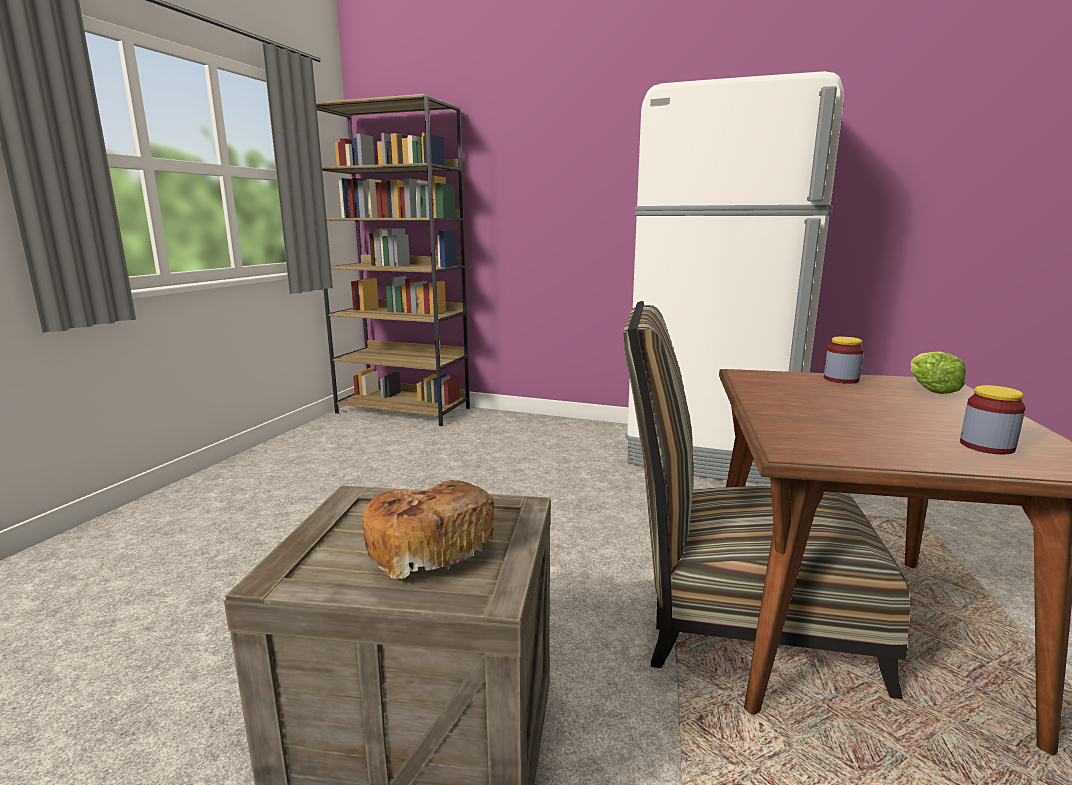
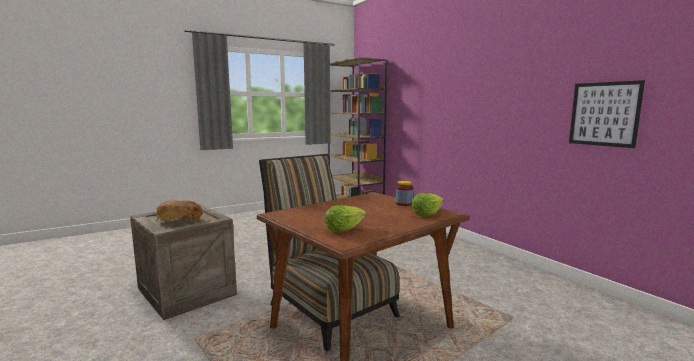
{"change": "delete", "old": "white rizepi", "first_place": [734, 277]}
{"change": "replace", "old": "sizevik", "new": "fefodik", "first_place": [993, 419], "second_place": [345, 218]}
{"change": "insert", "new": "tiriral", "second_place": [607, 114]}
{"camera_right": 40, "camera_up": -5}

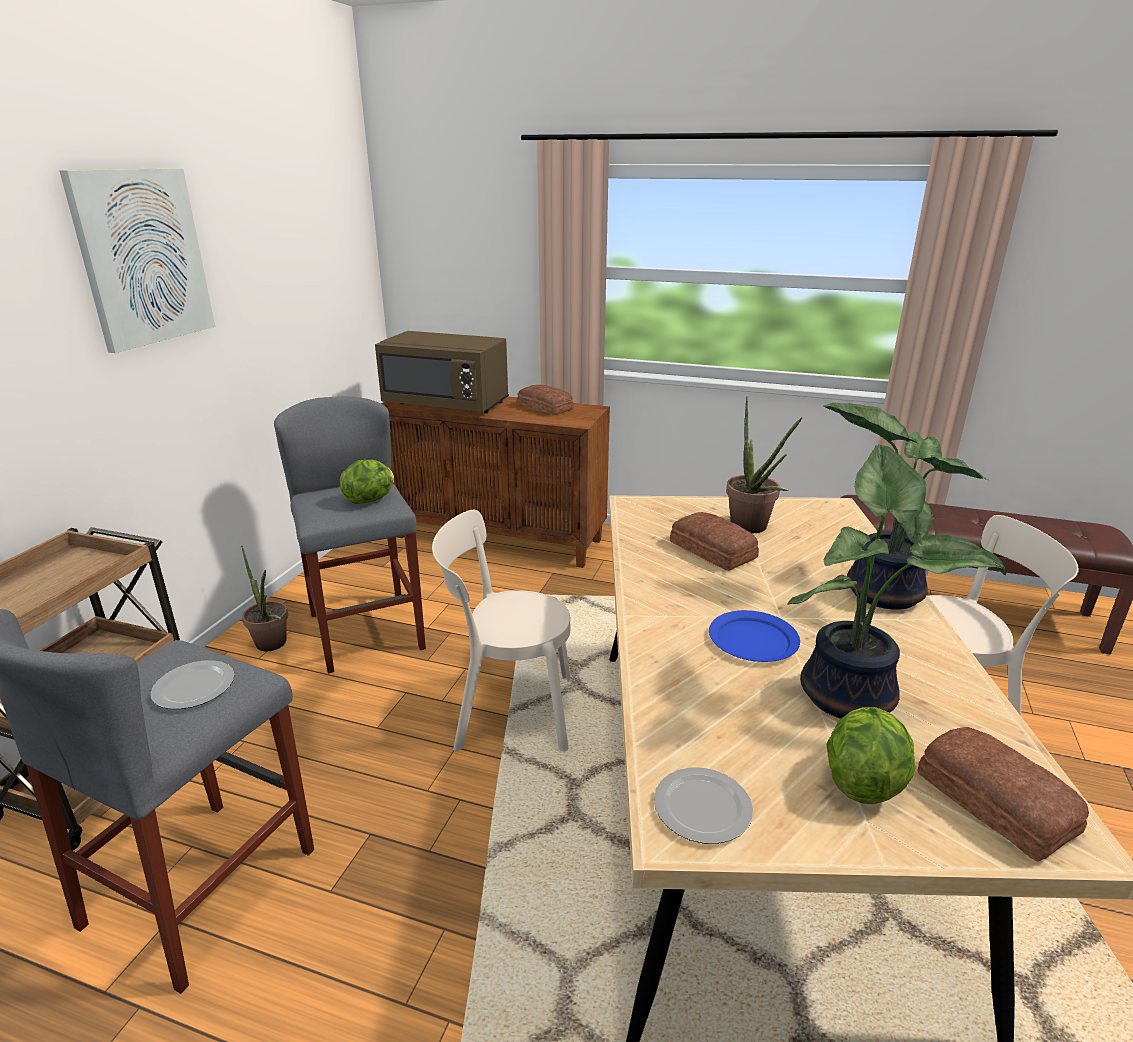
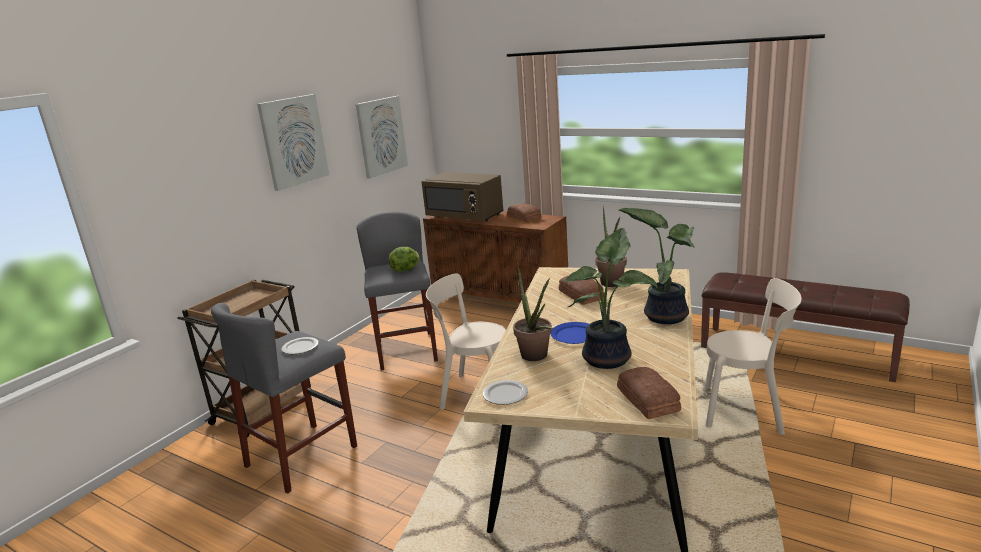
{"change": "move", "old": "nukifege", "first_place": [264, 598], "second_place": [533, 311]}
{"change": "delete", "old": "fefodik", "first_place": [870, 755]}
{"change": "insert", "new": "tiriral", "second_place": [382, 137]}
{"camera_right": 15, "camera_up": -5}

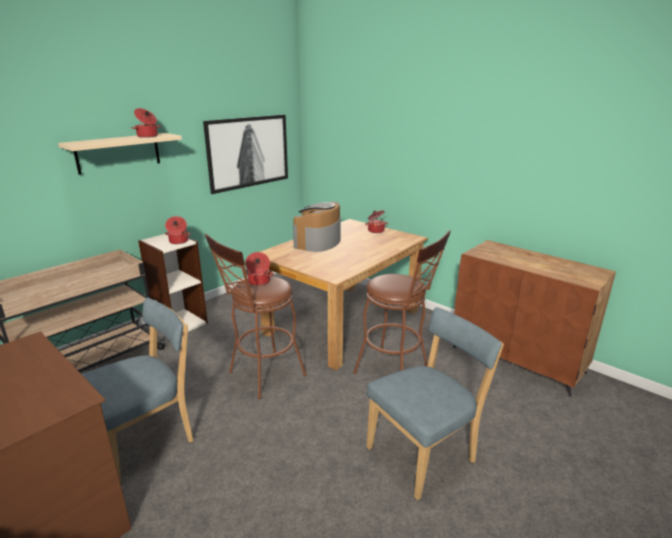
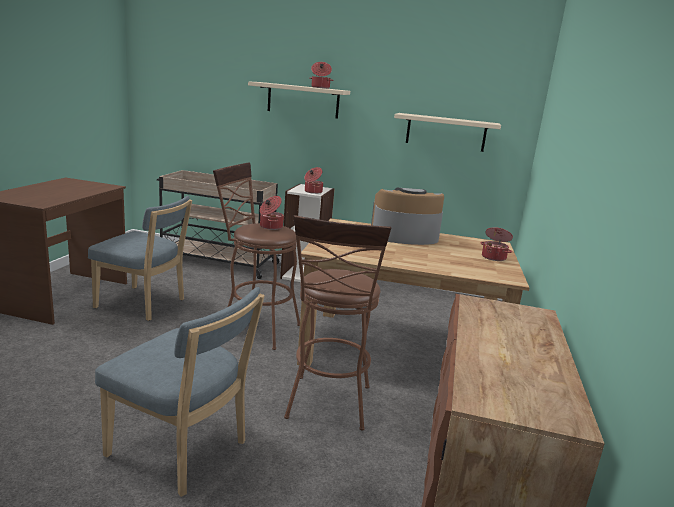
{"change": "replace", "old": "tiriral", "new": "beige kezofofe", "first_place": [245, 154], "second_place": [447, 132]}
{"camera_right": 60, "camera_up": -5}

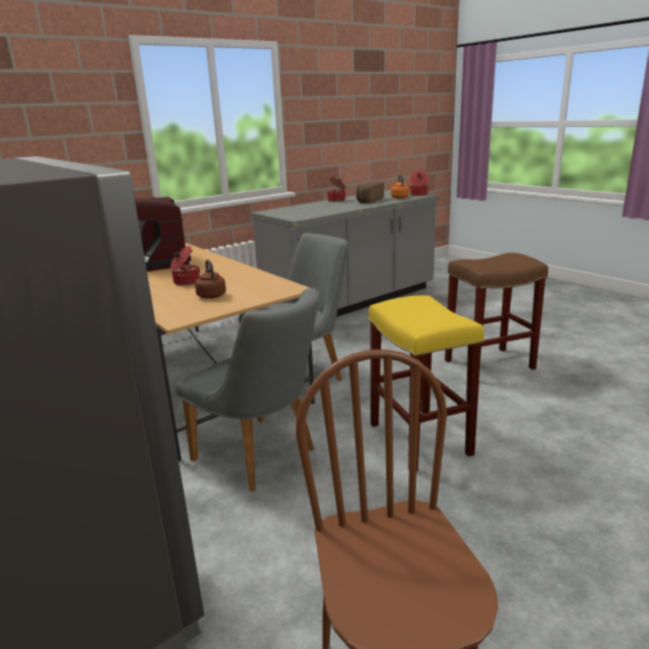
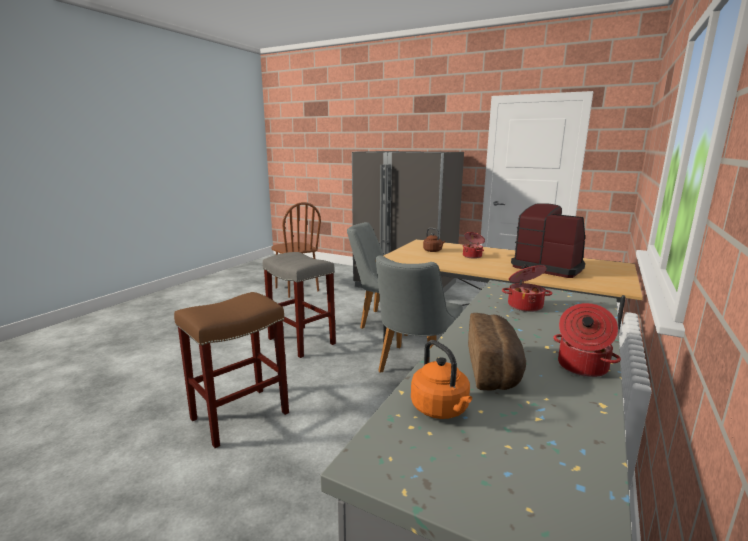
{"change": "move", "old": "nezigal", "first_place": [419, 183], "second_place": [527, 288]}
{"change": "recolor", "old": "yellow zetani", "new": "grey zetani", "first_place": [426, 383], "second_place": [299, 305]}
{"camera_right": 155, "camera_up": -5}

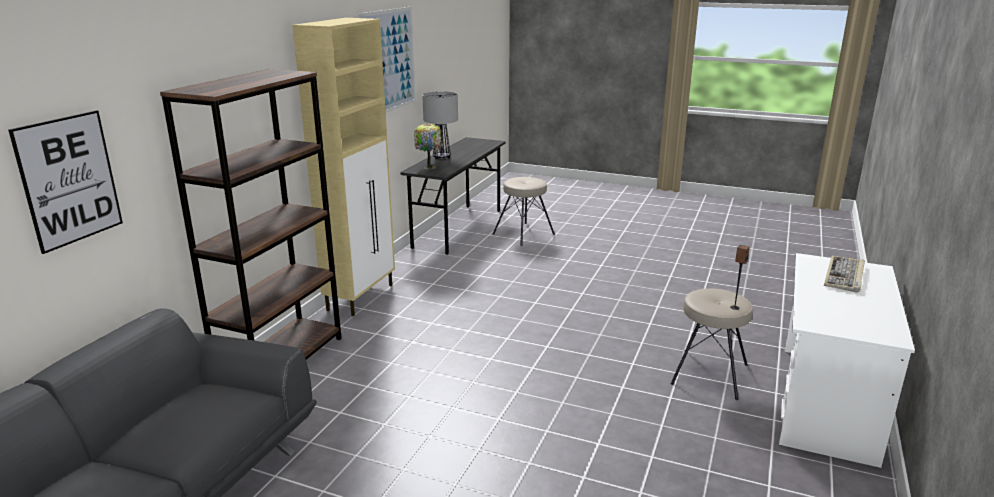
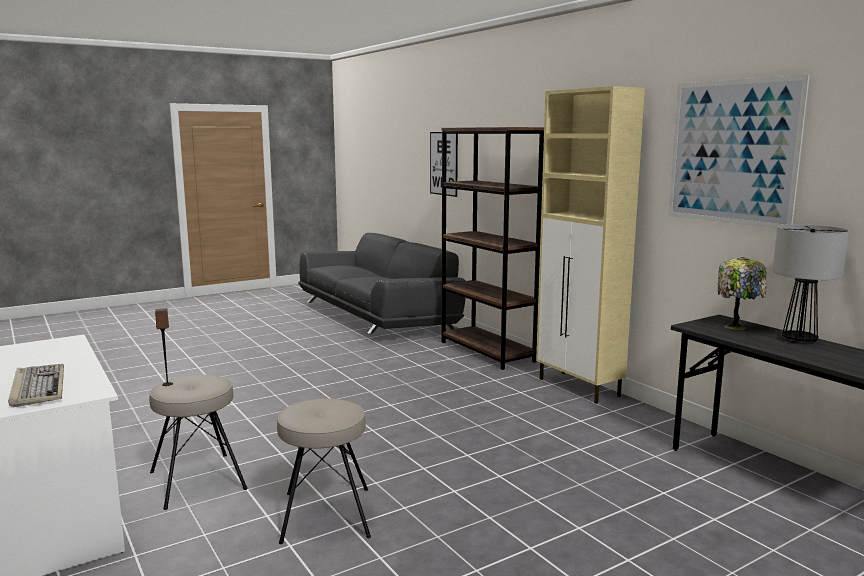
{"change": "move", "old": "beige zetani", "first_place": [524, 211], "second_place": [324, 471]}
{"camera_right": 125, "camera_up": -10}

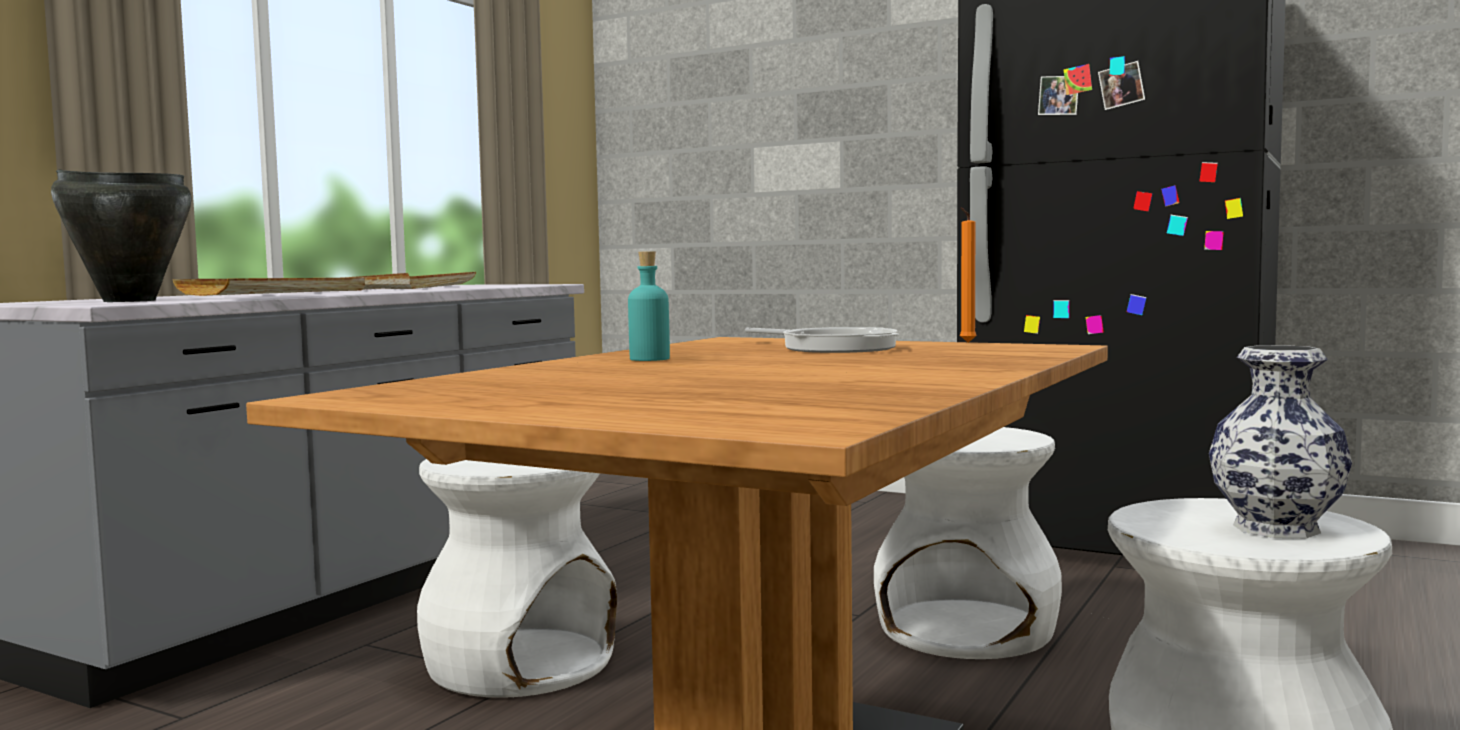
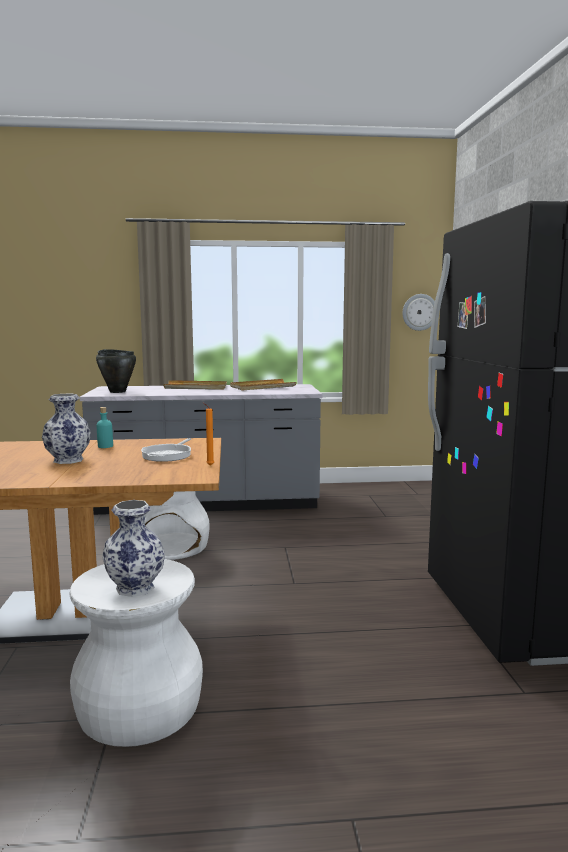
{"change": "delete", "old": "white zetani", "first_place": [968, 543]}
{"change": "insert", "new": "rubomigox", "second_place": [418, 312]}
{"change": "insert", "new": "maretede", "second_place": [66, 429]}
{"camera_right": 55, "camera_up": 5}

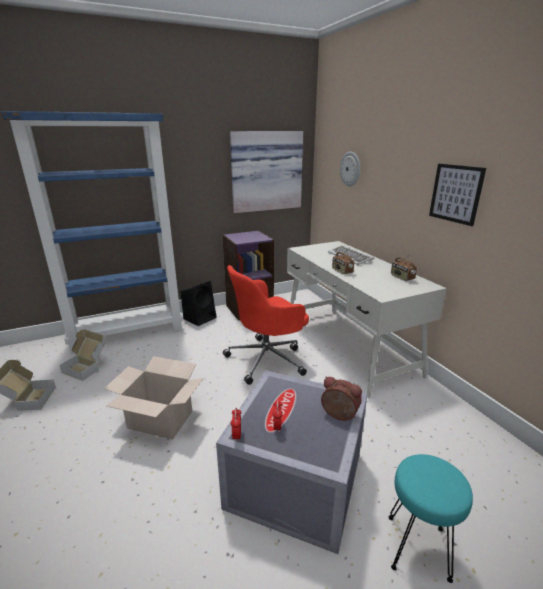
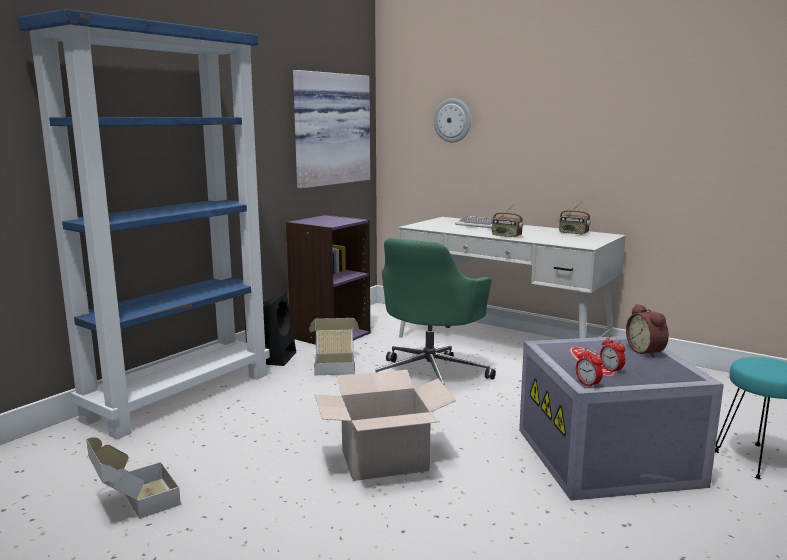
{"change": "delete", "old": "tiriral", "first_place": [457, 195]}
{"change": "recolor", "old": "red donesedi", "new": "green donesedi", "first_place": [266, 325], "second_place": [436, 311]}
{"change": "move", "old": "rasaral", "first_place": [82, 355], "second_place": [334, 346]}
{"change": "rotate", "old": "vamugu", "first_place": [341, 399], "second_place": [647, 331], "degrees": -105}
{"camera_right": -30, "camera_up": -10}

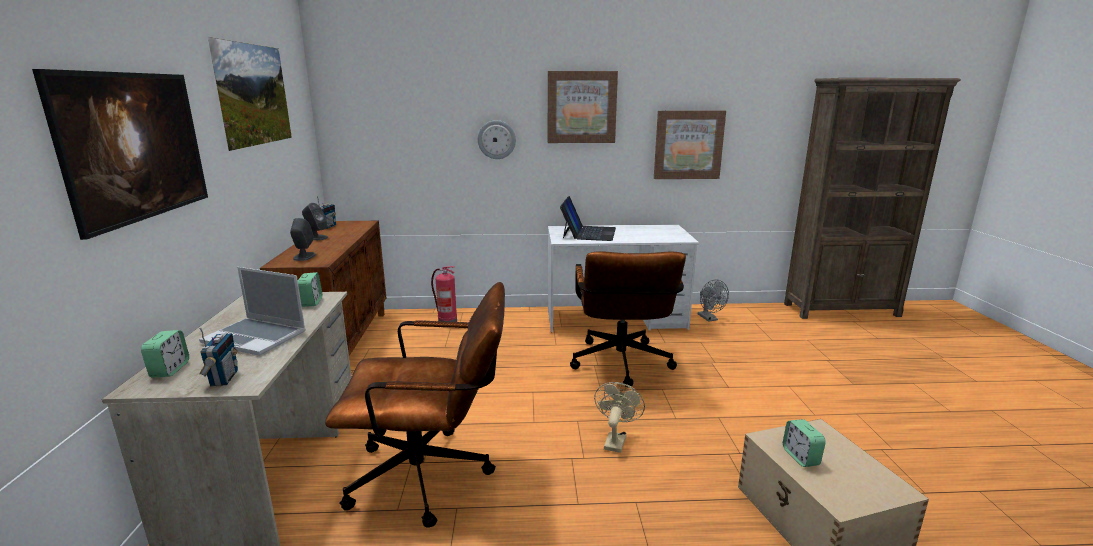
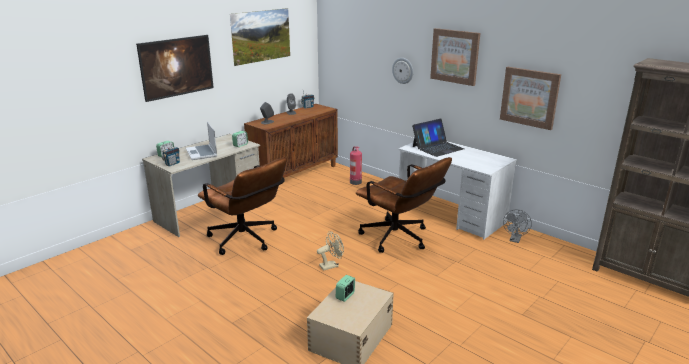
{"change": "rotate", "old": "brown donesedi", "first_place": [628, 319], "second_place": [404, 205], "degrees": -90}
{"camera_right": 45, "camera_up": 5}

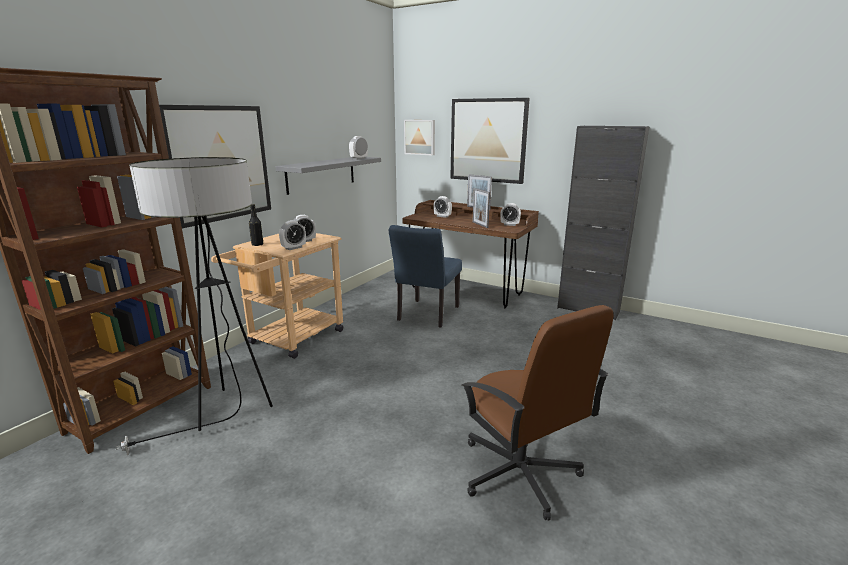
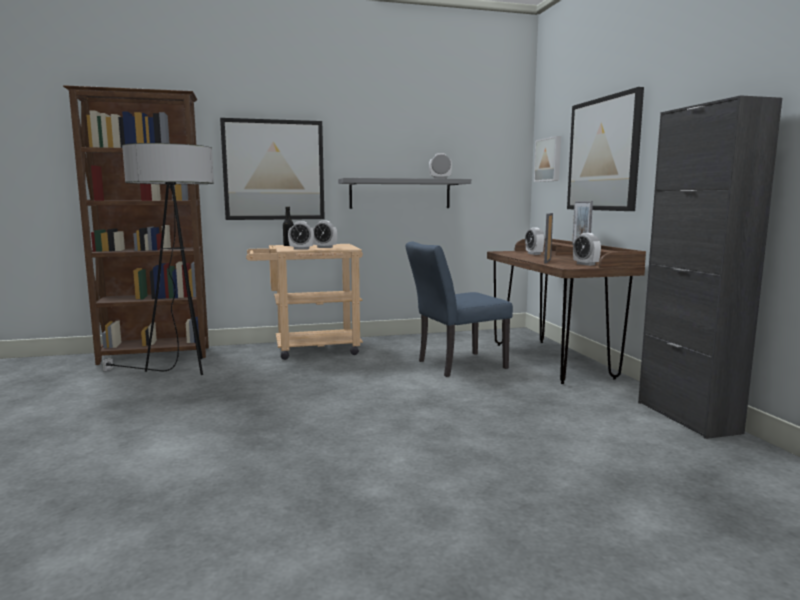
{"change": "delete", "old": "brown donesedi", "first_place": [537, 412]}
{"camera_right": 45, "camera_up": -10}

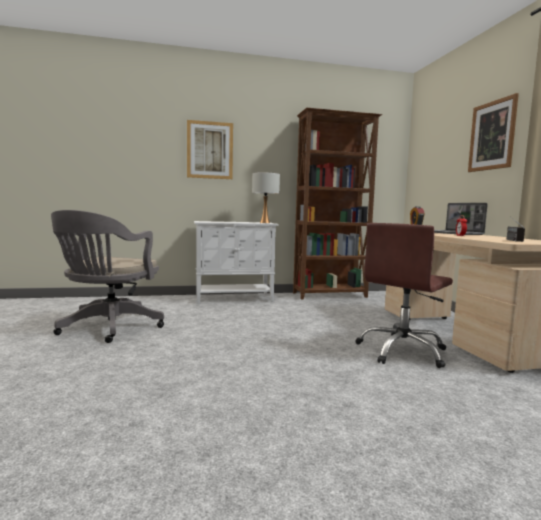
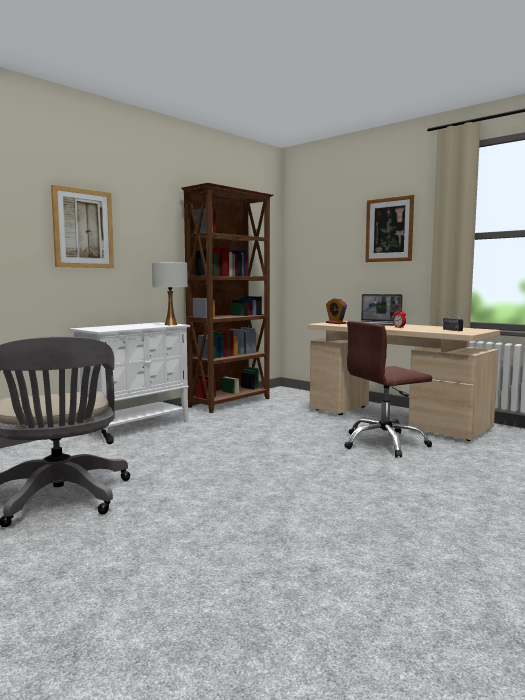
{"change": "rotate", "old": "brown donesedi", "first_place": [404, 295], "second_place": [388, 389], "degrees": 60}
{"camera_right": -35, "camera_up": 0}

